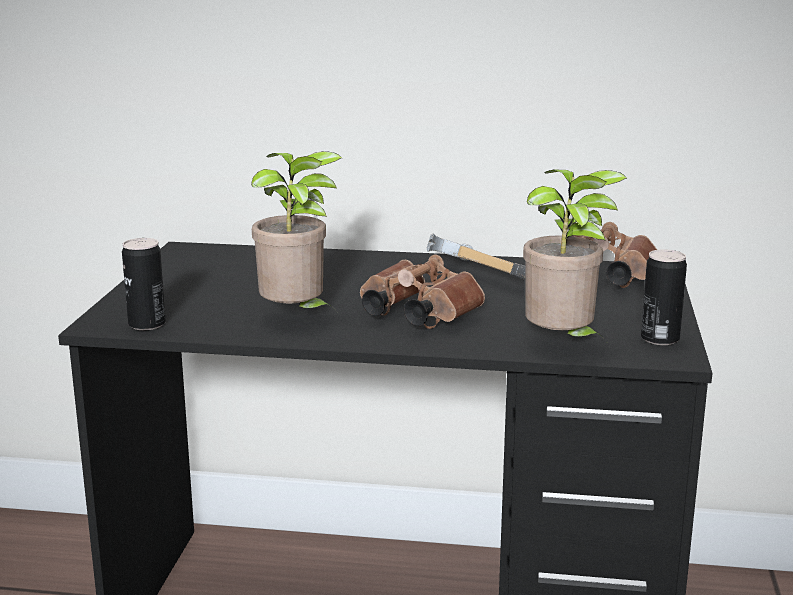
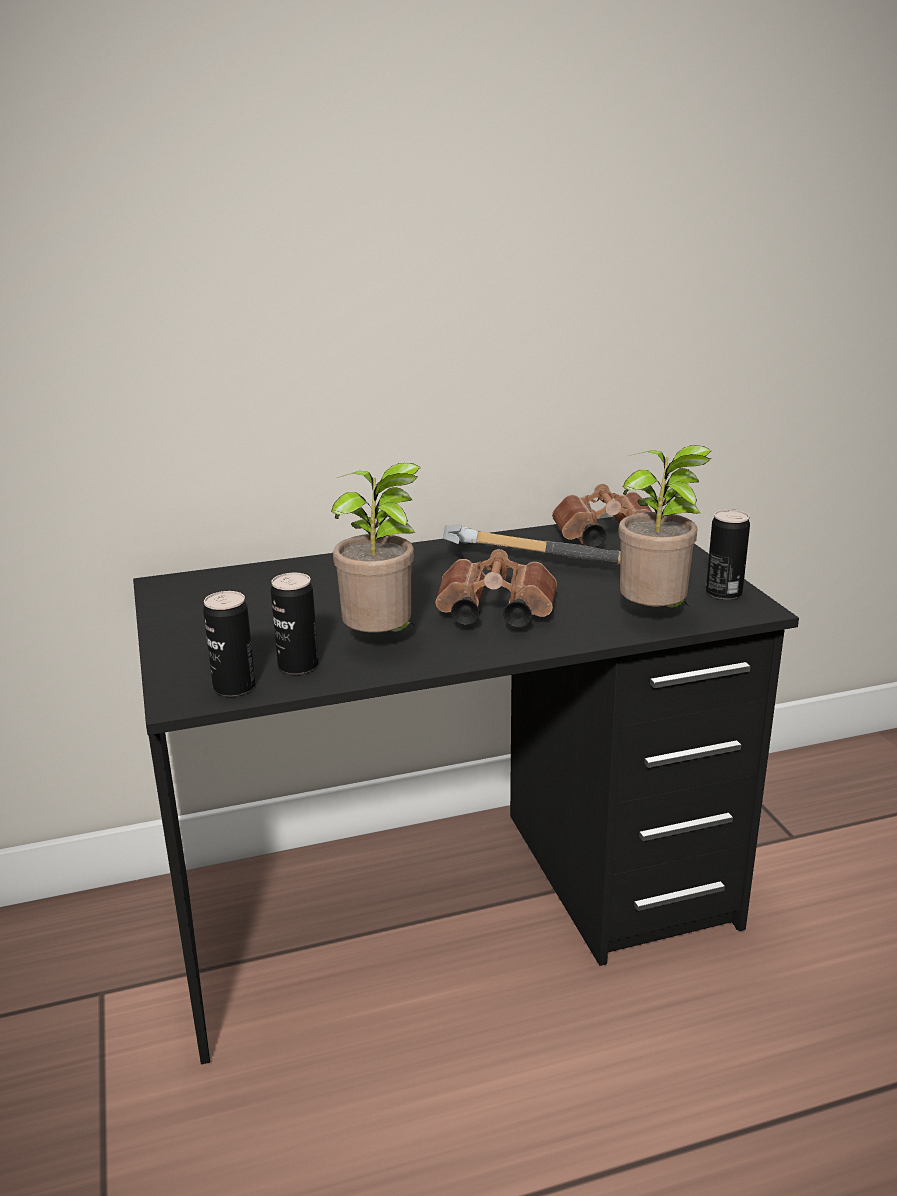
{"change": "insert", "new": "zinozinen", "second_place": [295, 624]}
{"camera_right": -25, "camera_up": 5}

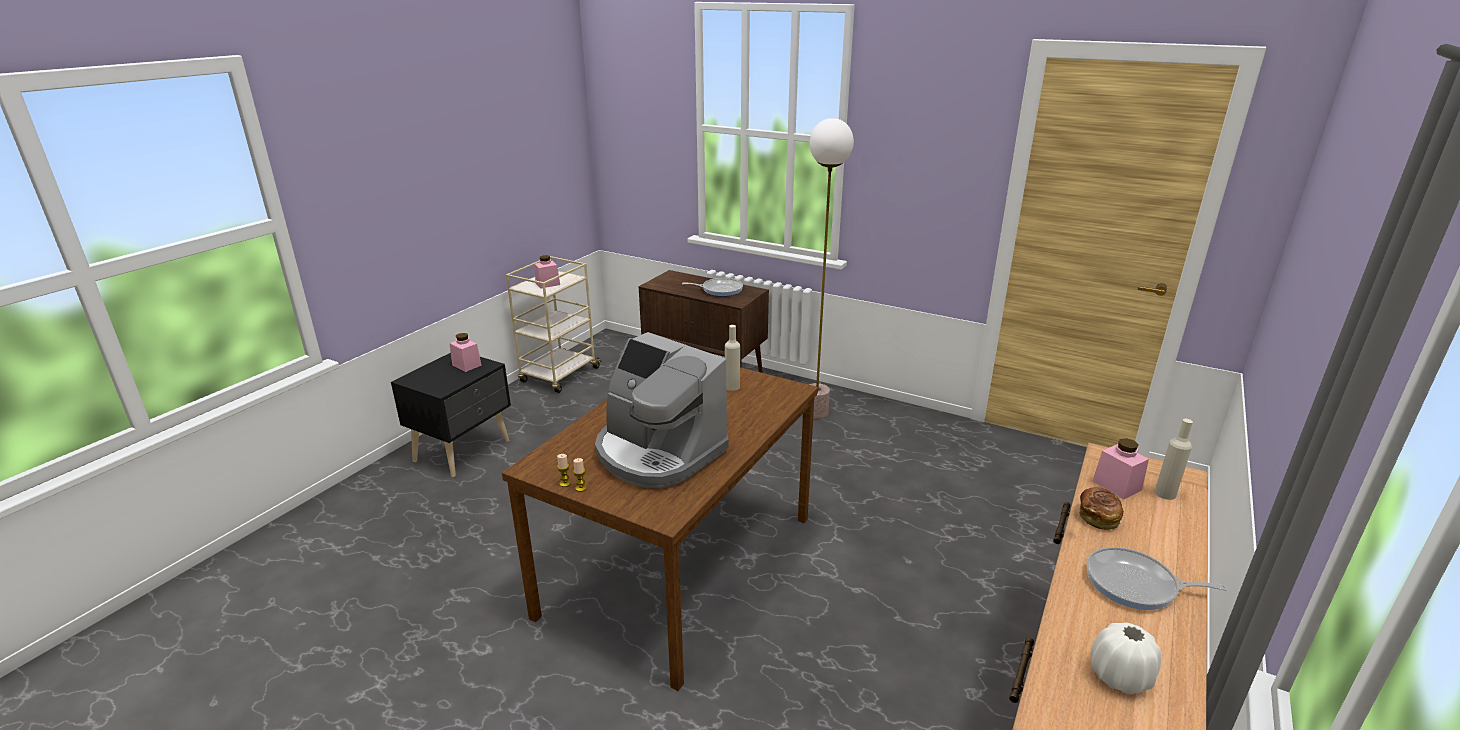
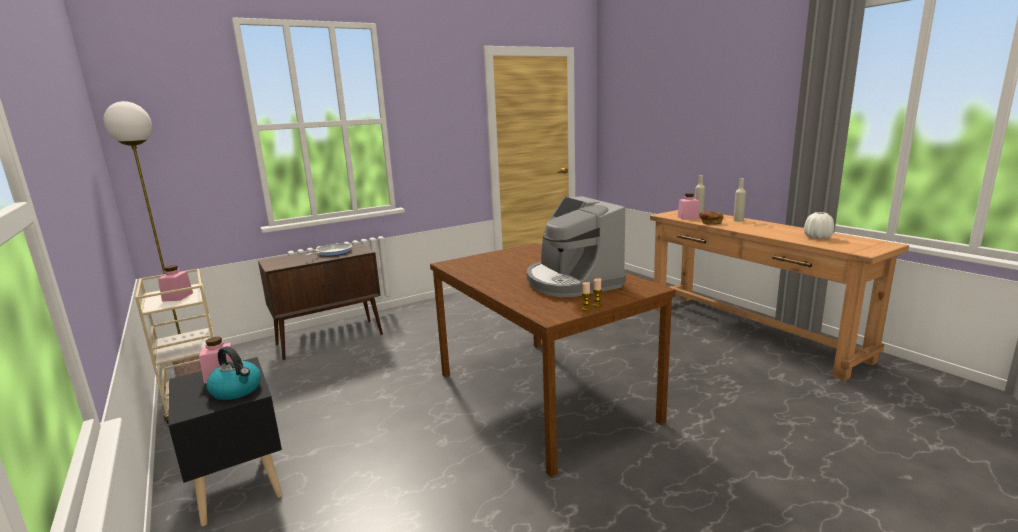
{"change": "move", "old": "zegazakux", "first_place": [831, 268], "second_place": [152, 239]}
{"change": "move", "old": "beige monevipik", "first_place": [732, 358], "second_place": [739, 200]}
{"change": "rotate", "old": "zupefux", "first_place": [662, 410], "second_place": [576, 246], "degrees": 90}
{"change": "delete", "old": "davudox", "first_place": [1157, 578]}
{"change": "insert", "new": "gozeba", "second_place": [233, 373]}
{"camera_right": -60, "camera_up": -10}

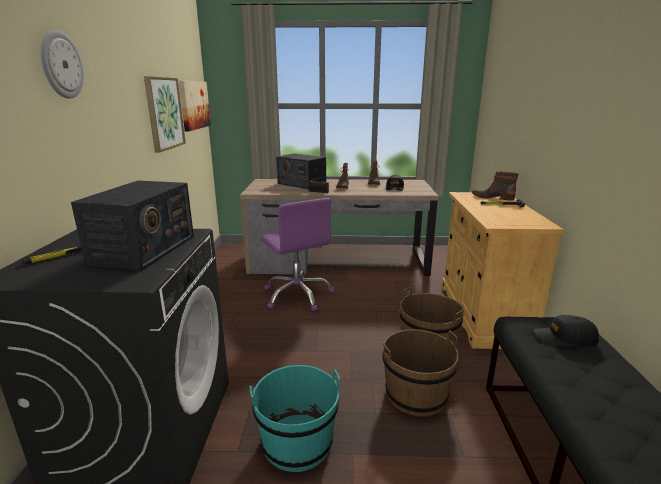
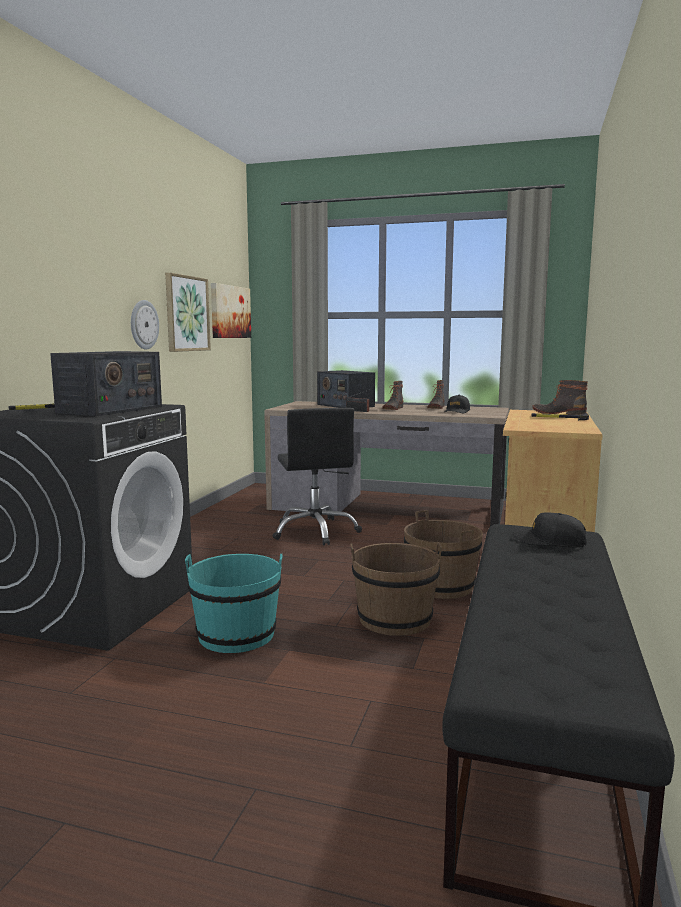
{"change": "move", "old": "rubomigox", "first_place": [62, 64], "second_place": [145, 325]}
{"change": "recolor", "old": "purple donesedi", "new": "black donesedi", "first_place": [297, 254], "second_place": [317, 476]}
{"camera_right": 15, "camera_up": -10}

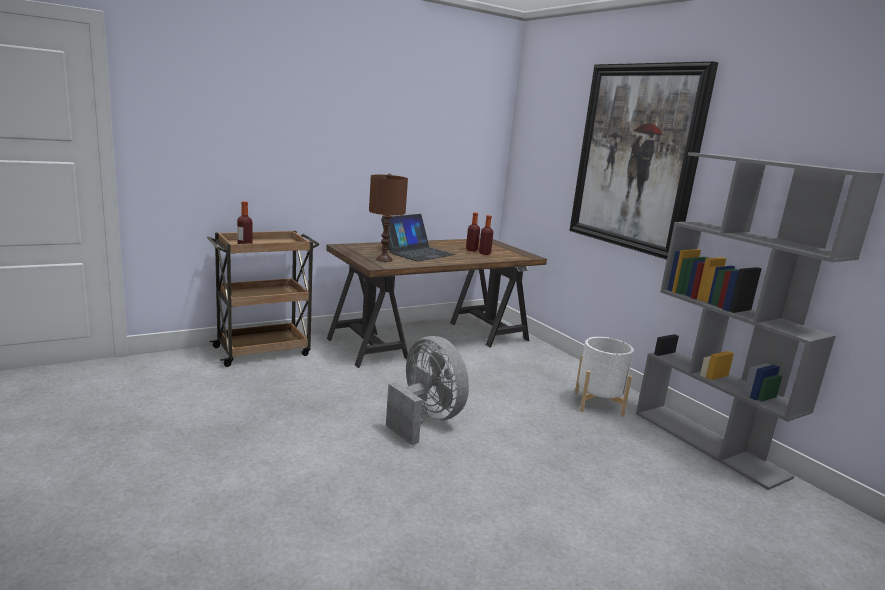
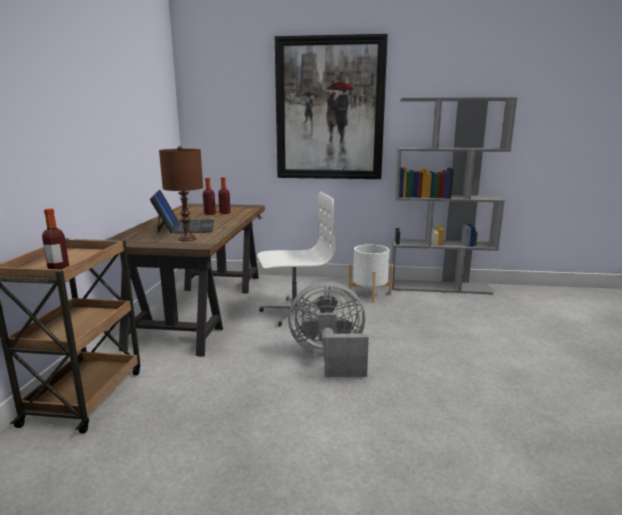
{"change": "insert", "new": "white donesedi", "second_place": [296, 259]}
{"camera_right": -50, "camera_up": 0}

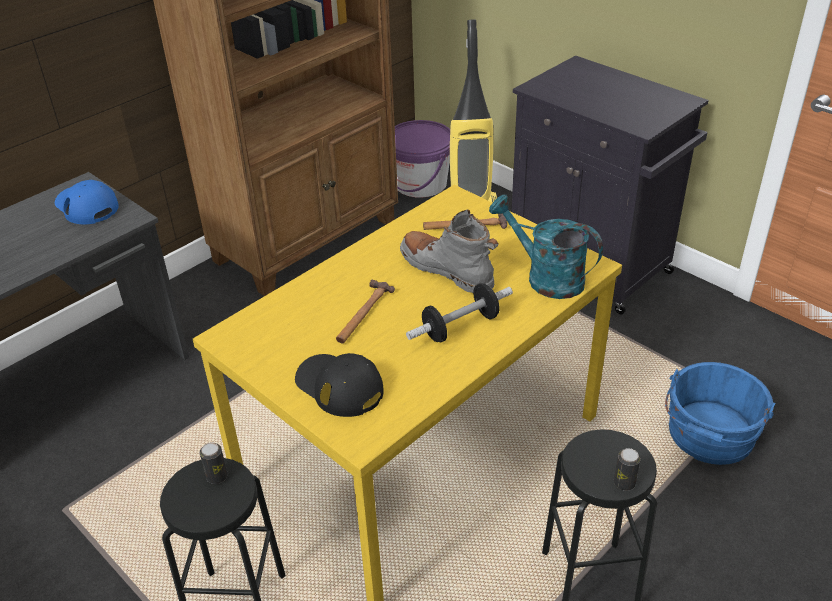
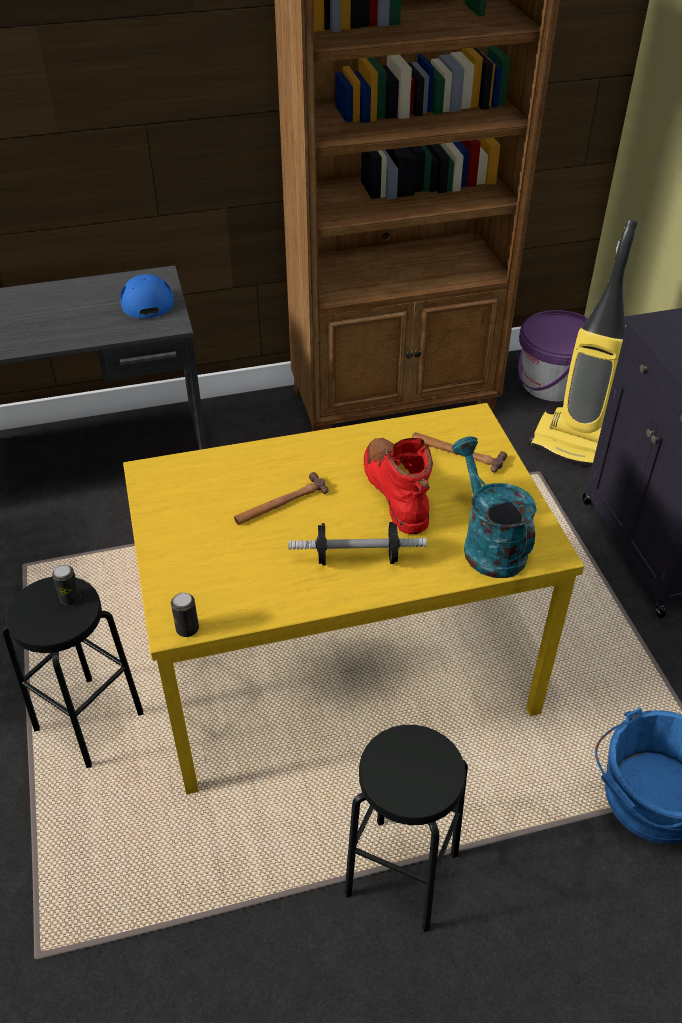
{"change": "recolor", "old": "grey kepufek", "new": "red kepufek", "first_place": [449, 251], "second_place": [398, 486]}
{"change": "delete", "old": "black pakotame", "first_place": [339, 385]}
{"change": "move", "old": "zinozinen", "first_place": [627, 469], "second_place": [185, 614]}
{"camera_right": 30, "camera_up": 5}

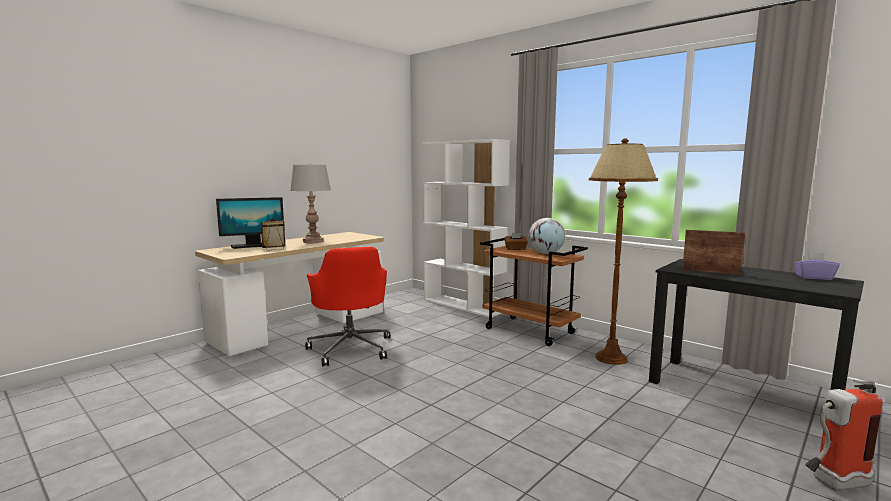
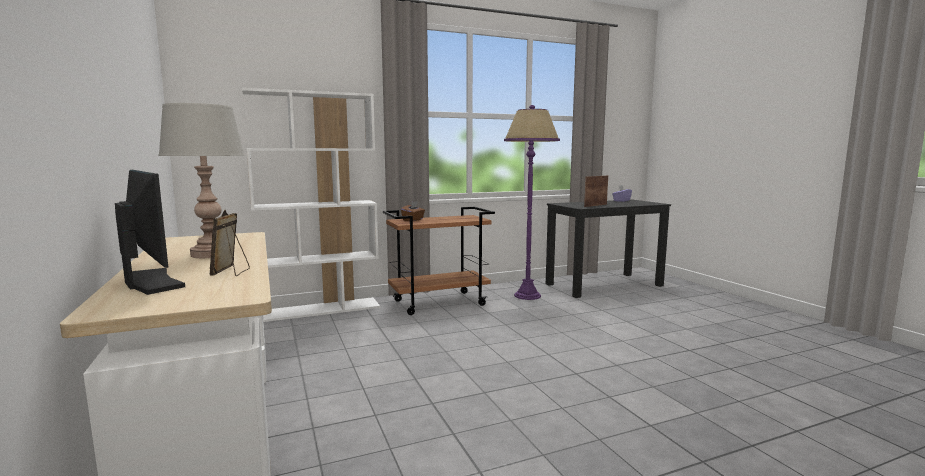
{"change": "recolor", "old": "brown zegazakux", "new": "purple zegazakux", "first_place": [623, 252], "second_place": [532, 202]}
{"change": "rotate", "old": "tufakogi", "first_place": [250, 223], "second_place": [150, 232], "degrees": -45}
{"change": "delete", "old": "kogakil", "first_place": [547, 236]}
{"change": "delete", "old": "red donesedi", "first_place": [348, 307]}
{"change": "delete", "old": "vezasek", "first_place": [844, 435]}
{"camera_right": -65, "camera_up": 0}

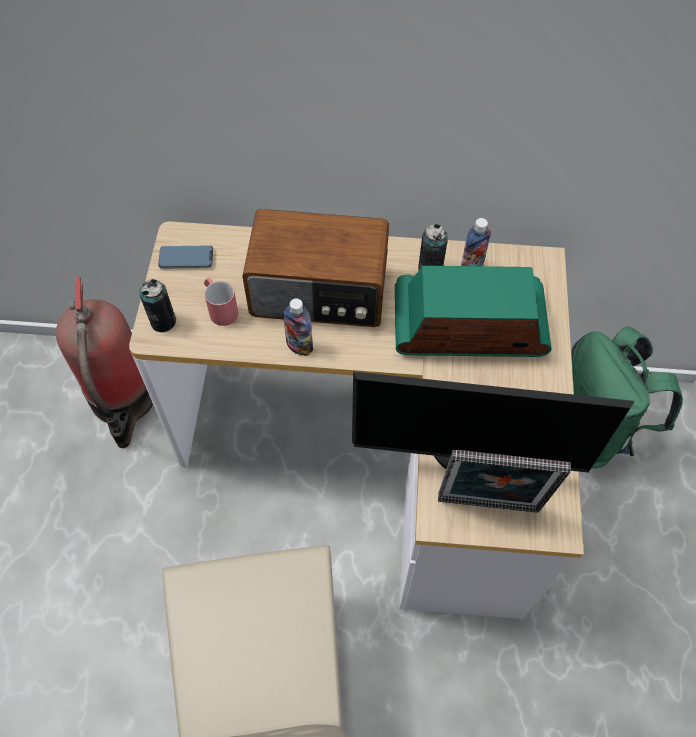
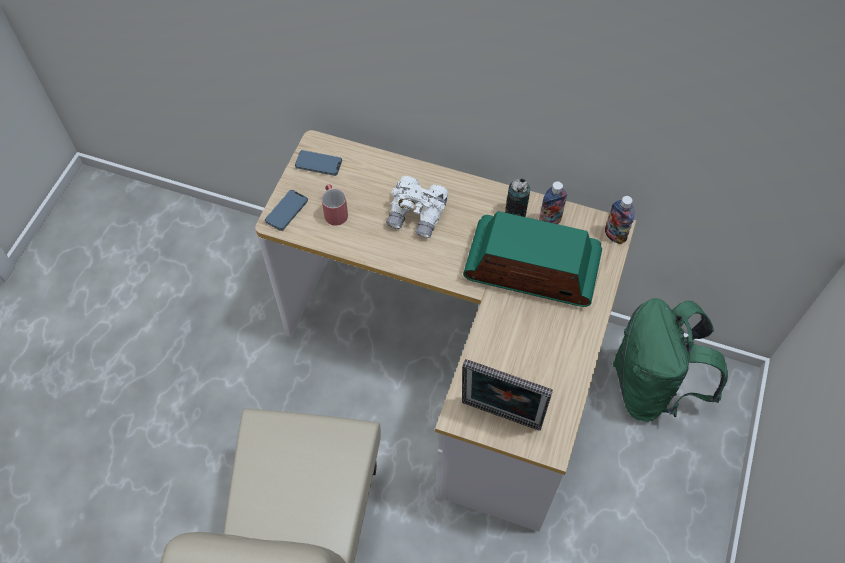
{"change": "replace", "old": "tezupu", "new": "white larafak", "first_place": [315, 268], "second_place": [417, 207]}
{"change": "delete", "old": "vezasek", "first_place": [104, 362]}
{"change": "replace", "old": "zinozinen", "new": "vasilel", "first_place": [157, 305], "second_place": [286, 210]}
{"change": "move", "old": "monevipik", "first_place": [298, 327], "second_place": [620, 220]}
{"change": "delete", "old": "tufakogi", "first_place": [493, 421]}
{"camera_right": 15, "camera_up": 0}

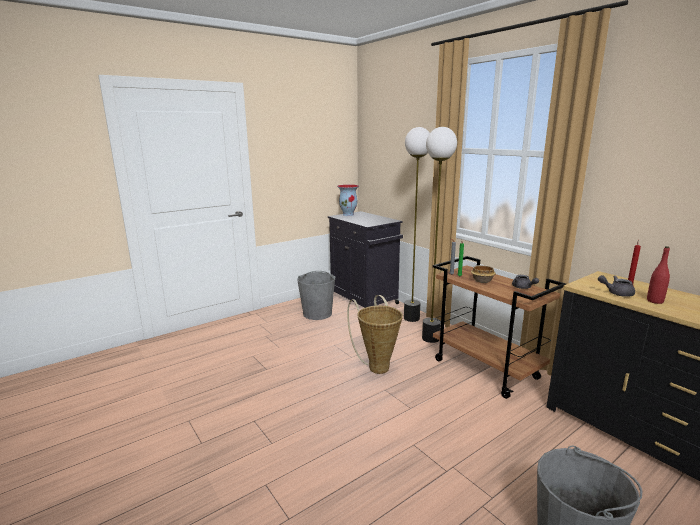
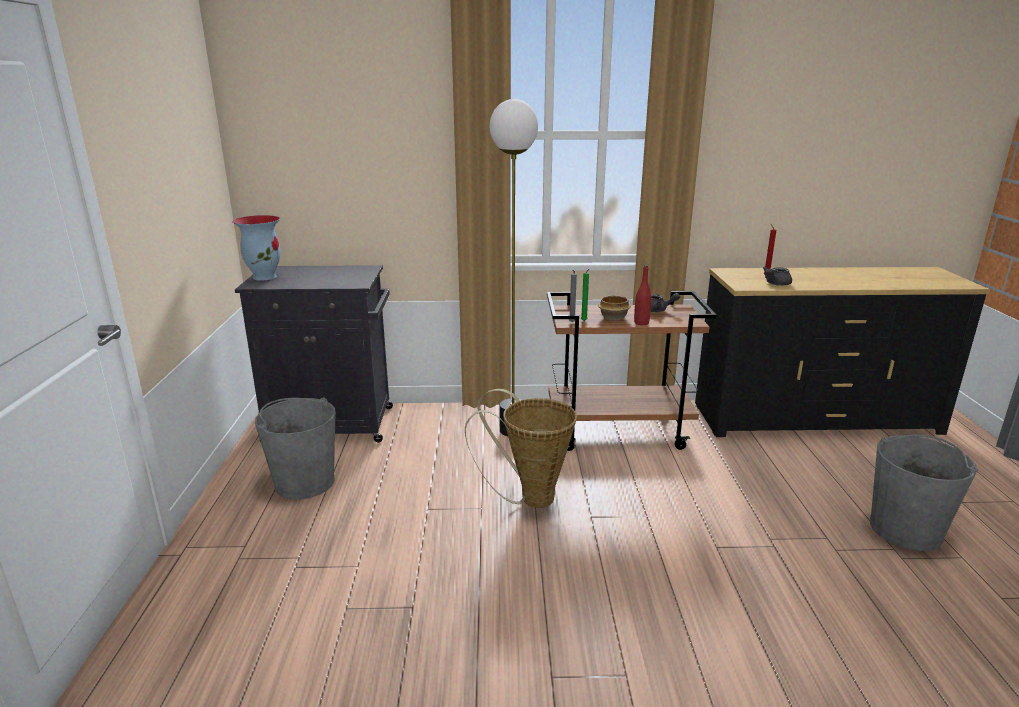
{"change": "delete", "old": "zegazakux", "first_place": [417, 224]}
{"change": "move", "old": "red monevipik", "first_place": [658, 275], "second_place": [643, 295]}
{"camera_right": -55, "camera_up": 5}

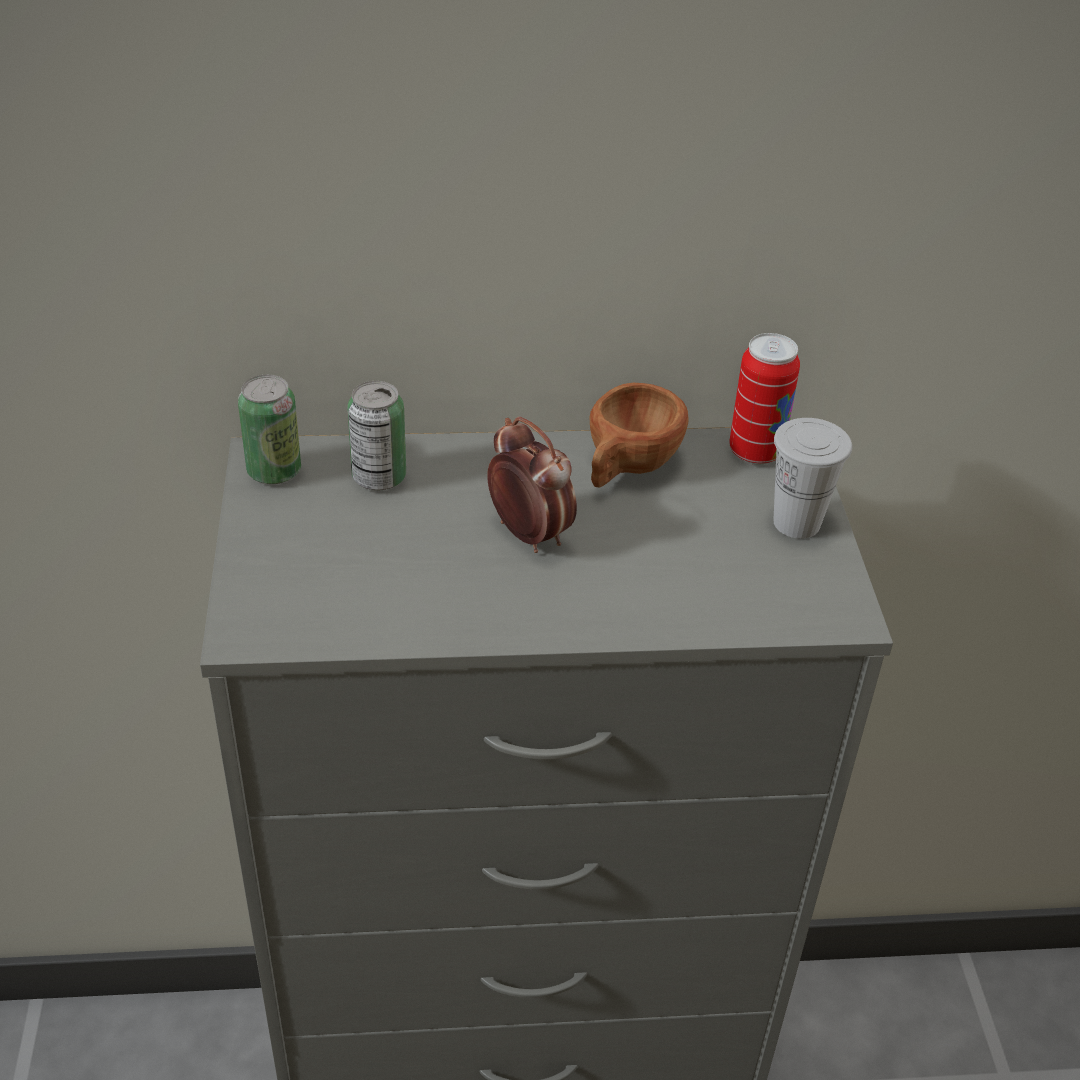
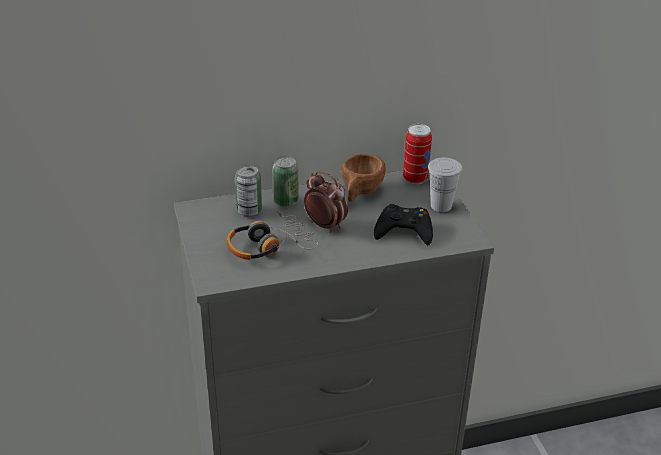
{"change": "move", "old": "zinozinen", "first_place": [269, 429], "second_place": [285, 181]}
{"change": "insert", "new": "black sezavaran", "second_place": [403, 224]}
{"change": "insert", "new": "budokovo", "second_place": [272, 236]}
{"camera_right": -10, "camera_up": -5}

